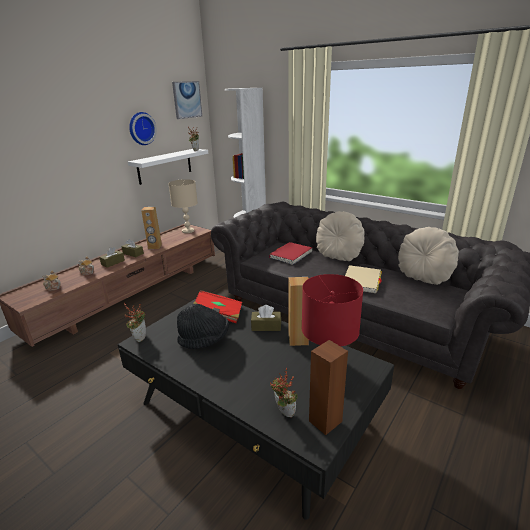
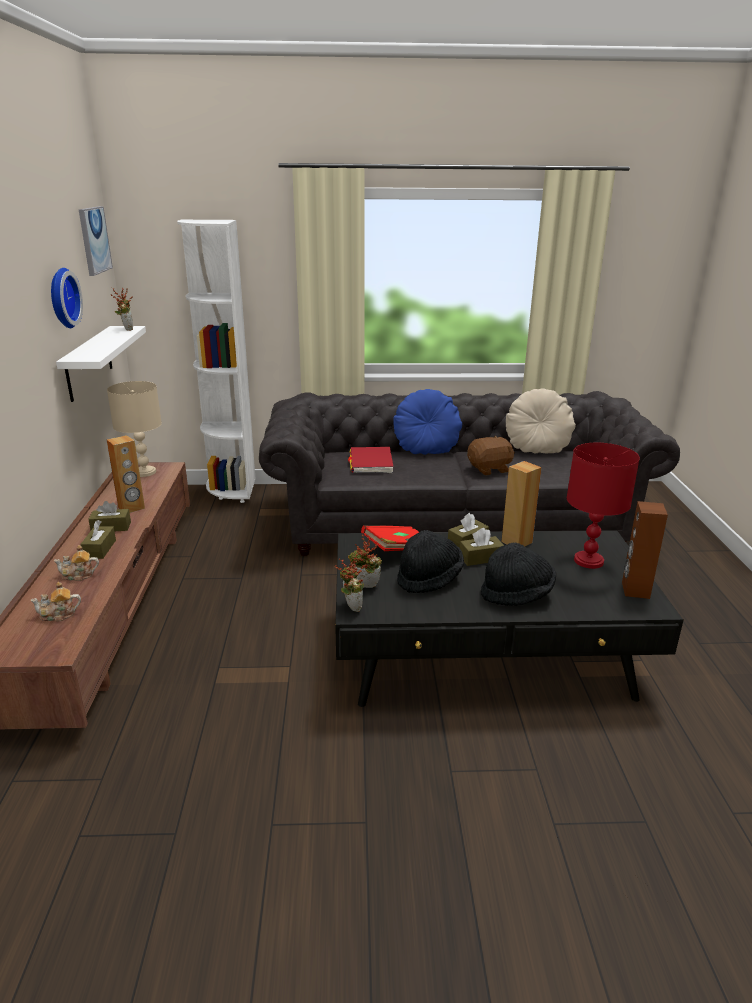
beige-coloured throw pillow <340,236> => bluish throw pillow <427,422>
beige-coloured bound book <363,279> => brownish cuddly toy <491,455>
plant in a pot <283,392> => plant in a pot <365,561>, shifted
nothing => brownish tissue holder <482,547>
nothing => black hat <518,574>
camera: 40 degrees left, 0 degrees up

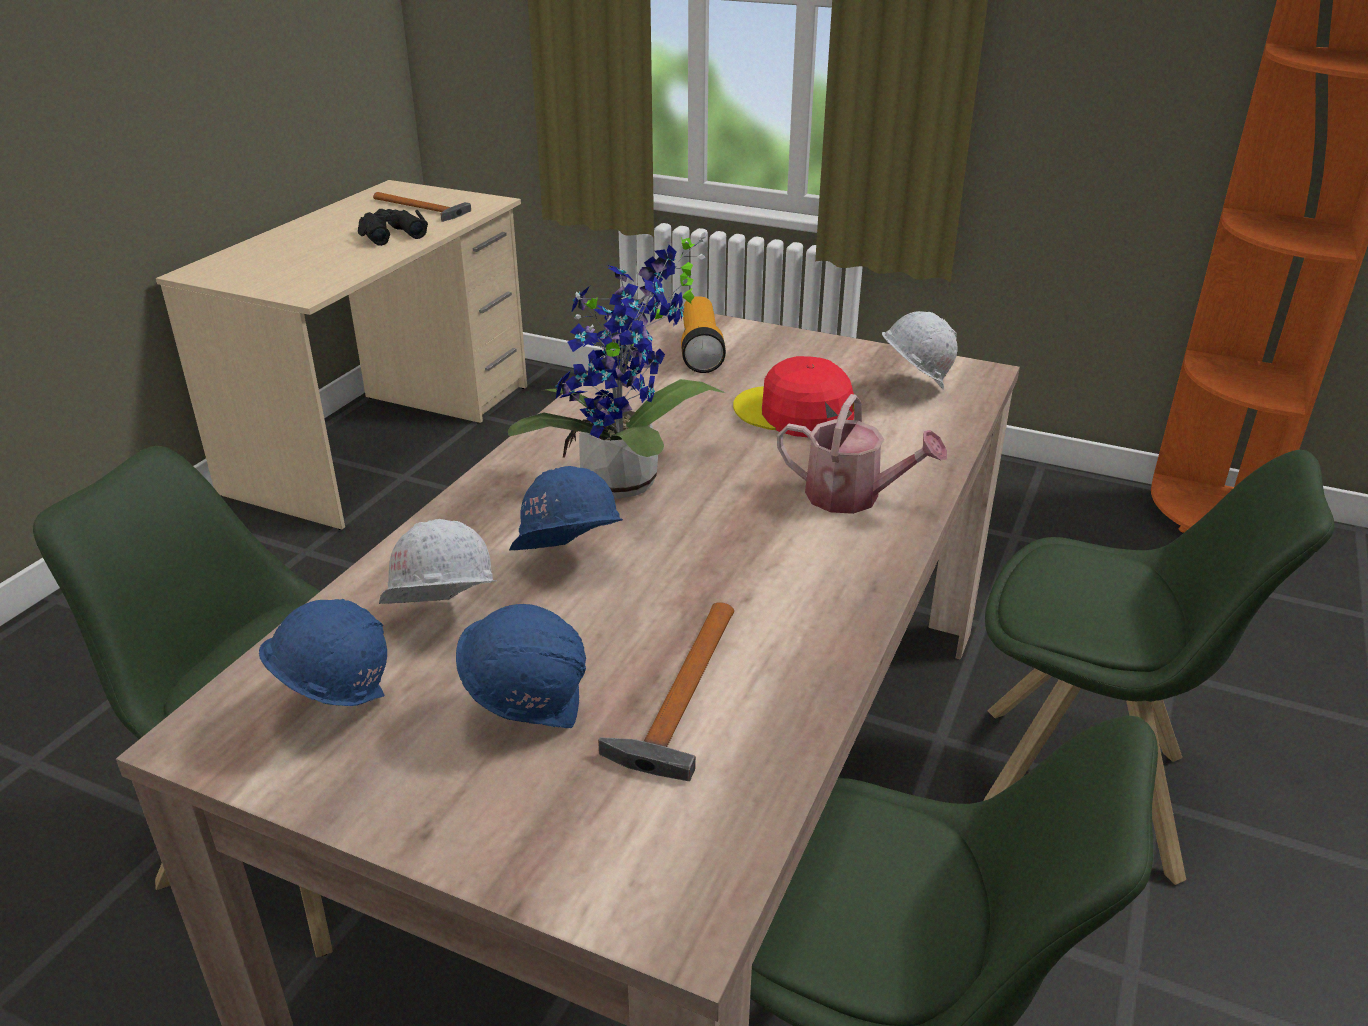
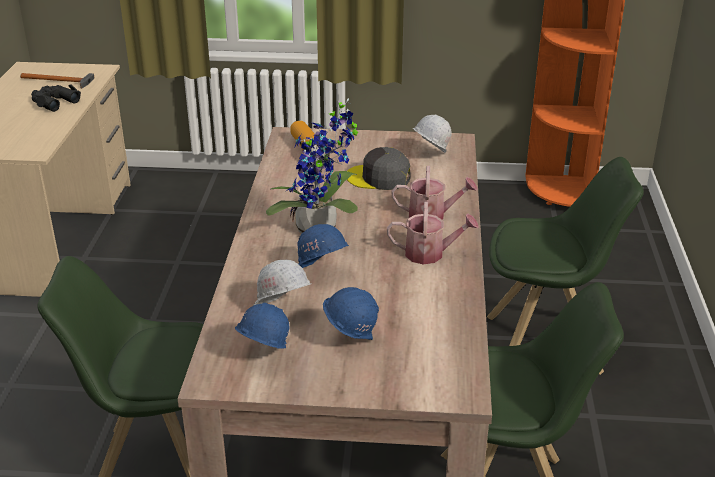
red-coloured cap <793,396> => greyish cap <378,168>
tool hammer <666,691> => nothing
nothing => watering pot <433,233>
camera: 20 degrees left, 0 degrees up

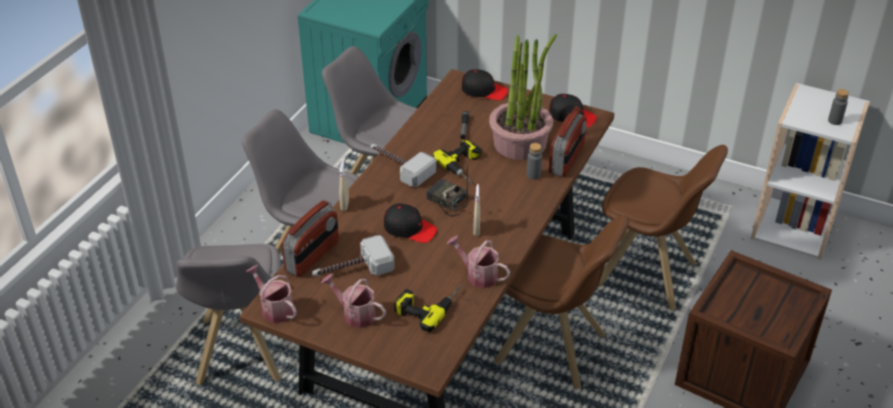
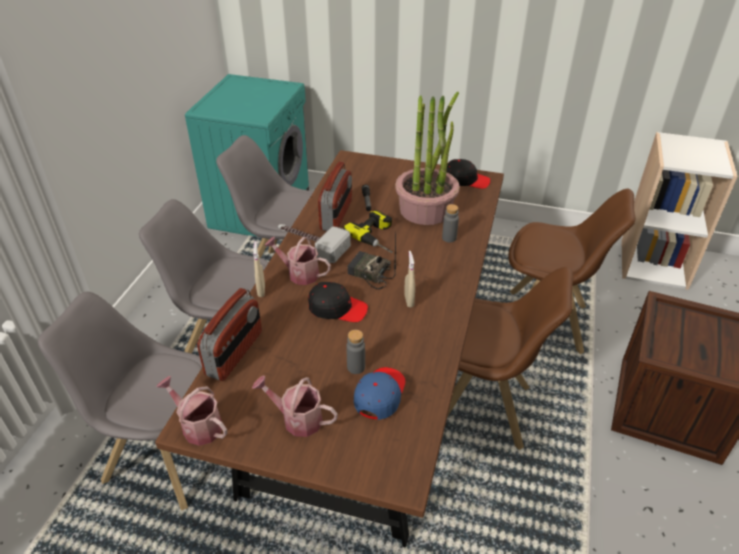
black cap <485,84> => nothing
greyish bottle <838,107> => greyish bottle <355,352>, shifted
radio receiver <568,142> => radio receiver <335,196>, shifted
tool hammer <353,255> => nothing
watering pot <478,262> => watering pot <297,261>, shifted
greyish upright chair <228,314> => greyish upright chair <120,401>, 120 degrees clockwise
electric drill <428,308> => bluish cap <379,393>
camera: 10 degrees left, 0 degrees up

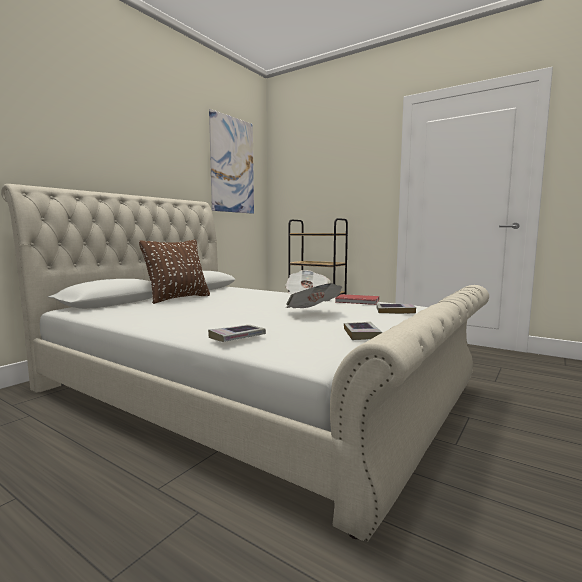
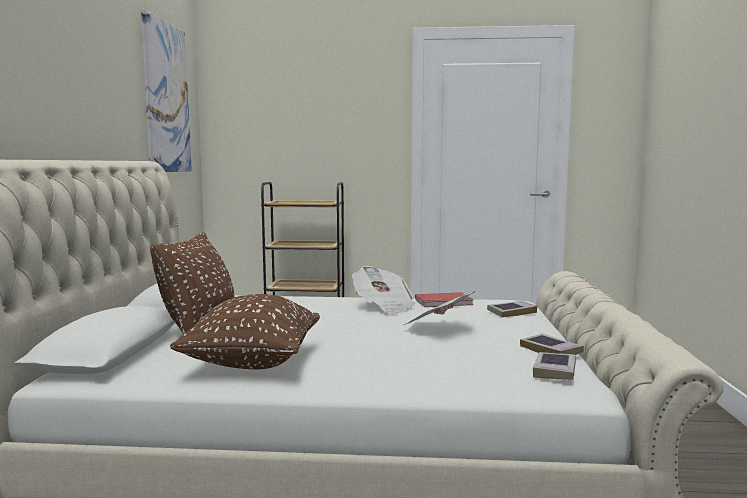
bound book <237,333> => bound book <554,366>, shifted
nothing => brownish throw pillow <245,331>
camera: 30 degrees left, 0 degrees up

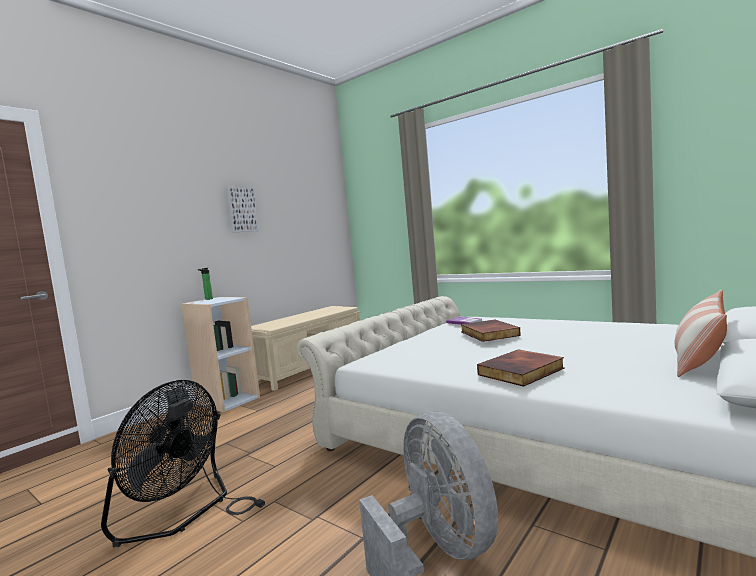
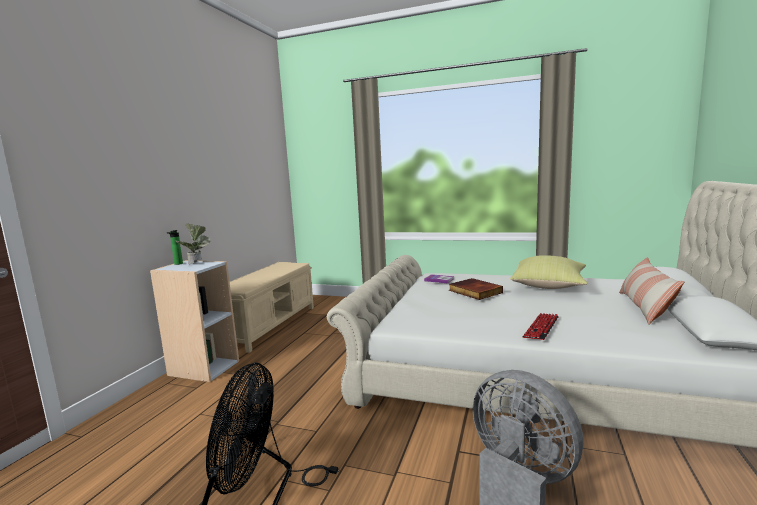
picture <242,210> => nothing
bound book <521,368> => keyboard <540,326>
nothing => plant in a pot <192,243>
nothing => yellow-coloured throw pillow <549,272>
camera: 20 degrees left, 5 degrees up

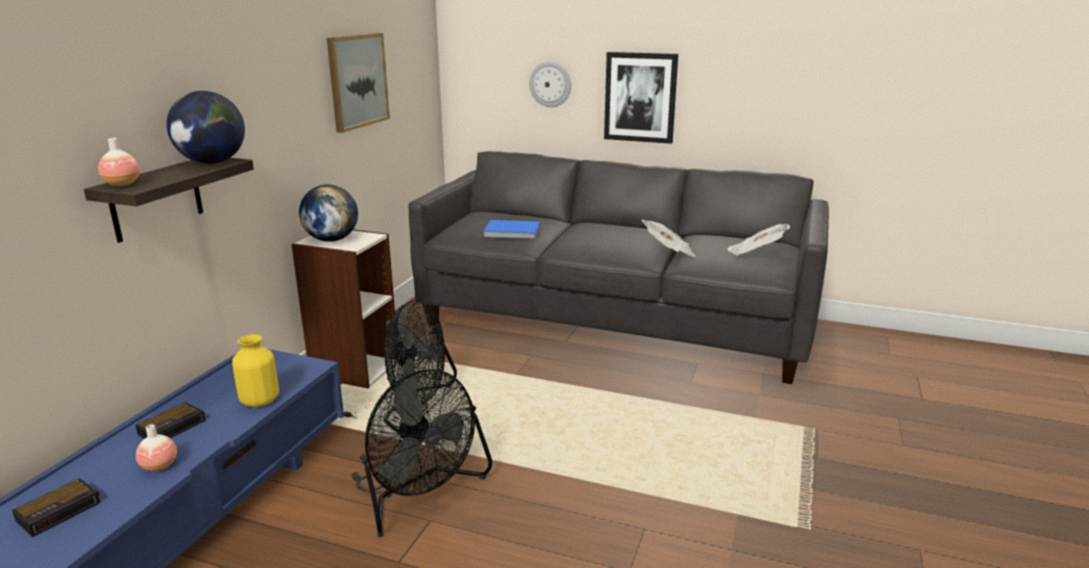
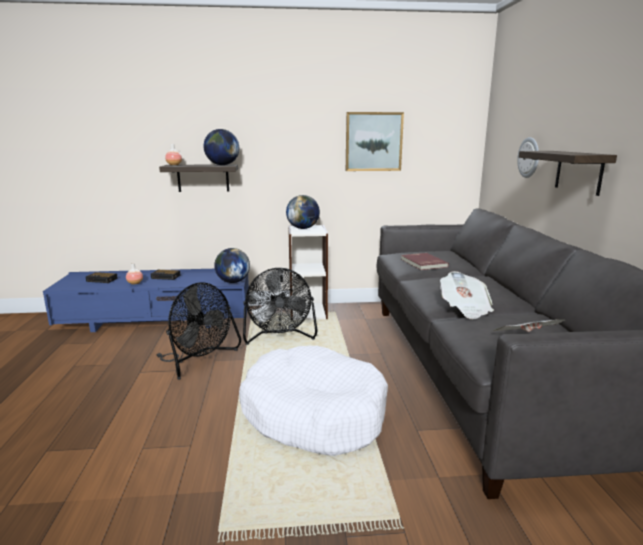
picture <641,98> => wall shelf <568,173>
bluish bound book <512,229> => red-coloured bound book <425,261>
yellow-coloured vase <255,370> => nothing
black cooling fan <421,453> => black cooling fan <199,331>, 75 degrees counterclockwise
nothing => world globe <232,265>
nothing => white pet bed <313,401>
camera: 65 degrees right, 5 degrees down

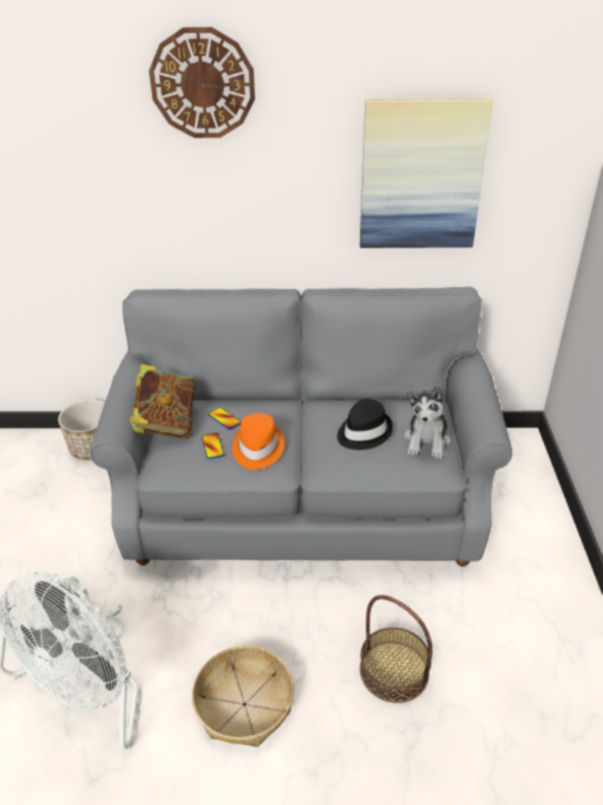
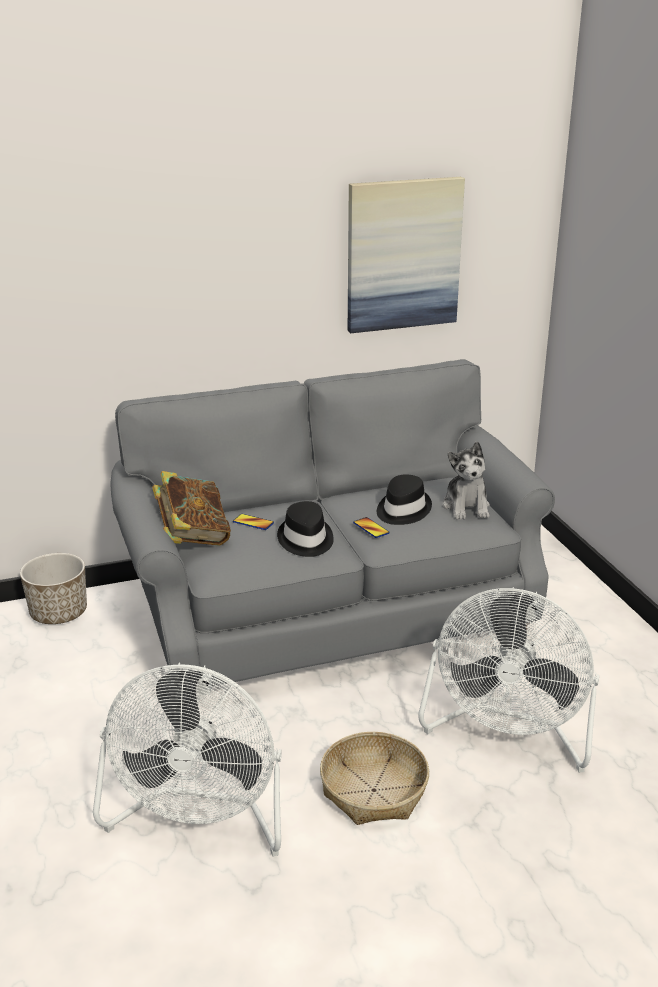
hanging clock <202,82> => nothing
orange-coloured hat <258,441> => black hat <305,529>
handset <213,446> => handset <371,527>, shifted
household basket <396,649> => white cooling fan <508,680>
camera: 20 degrees left, 10 degrees down

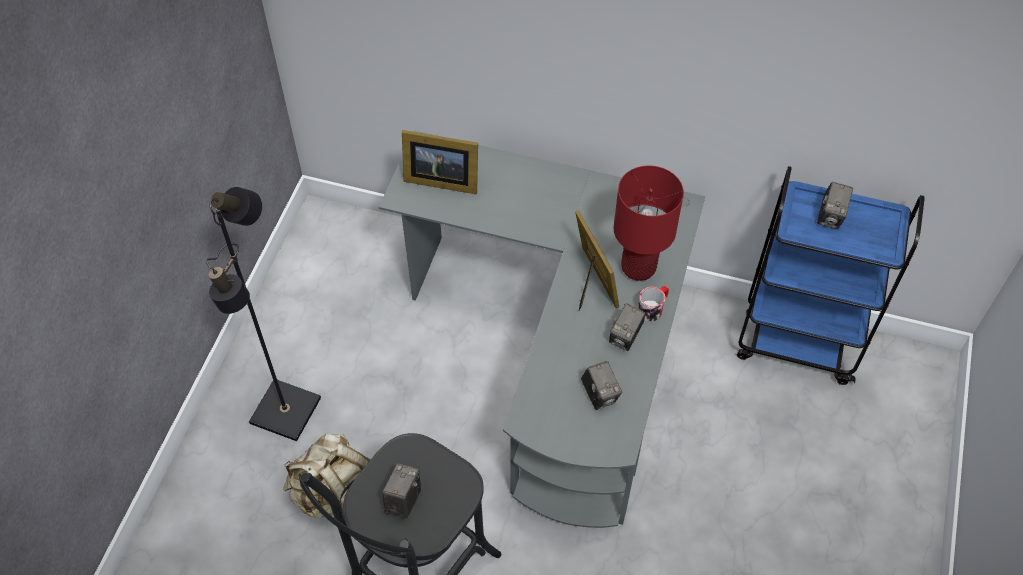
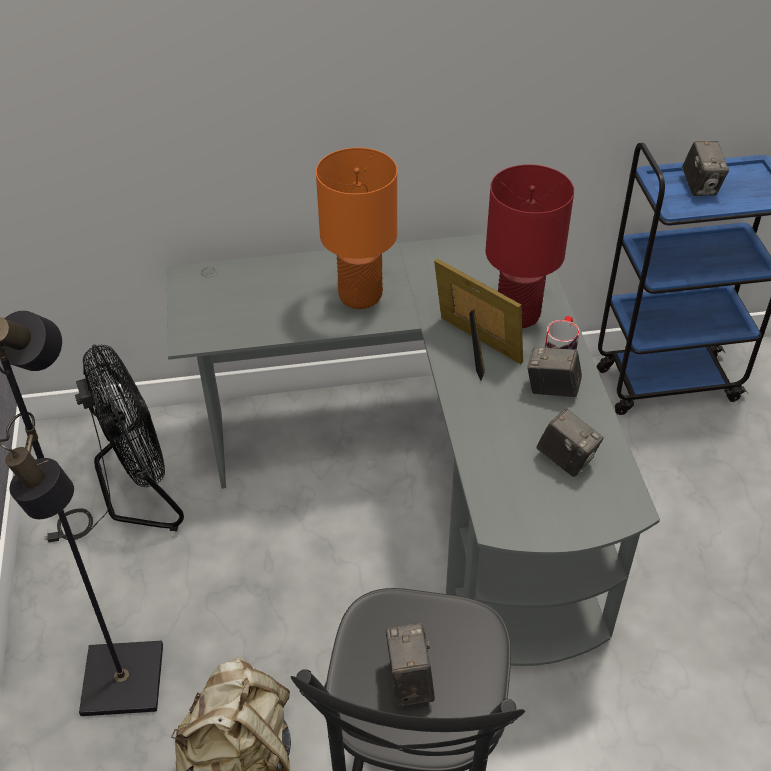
standing frame <440,162> => nothing
photo camera <627,327> => photo camera <554,372>, 105 degrees clockwise
nothing => orange-coloured table lamp <356,228>
nothing => black cooling fan <114,443>
camera: 25 degrees left, 10 degrees down

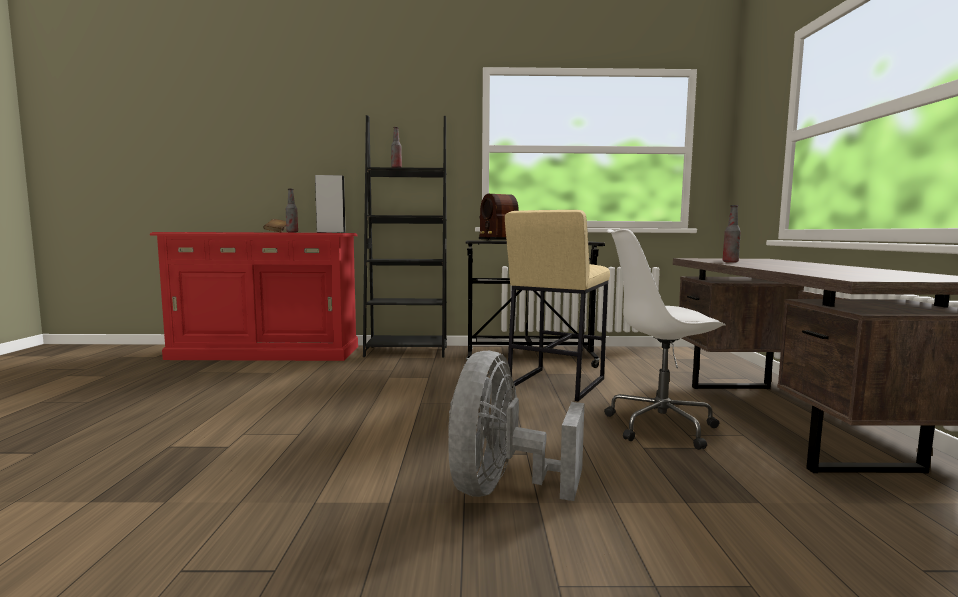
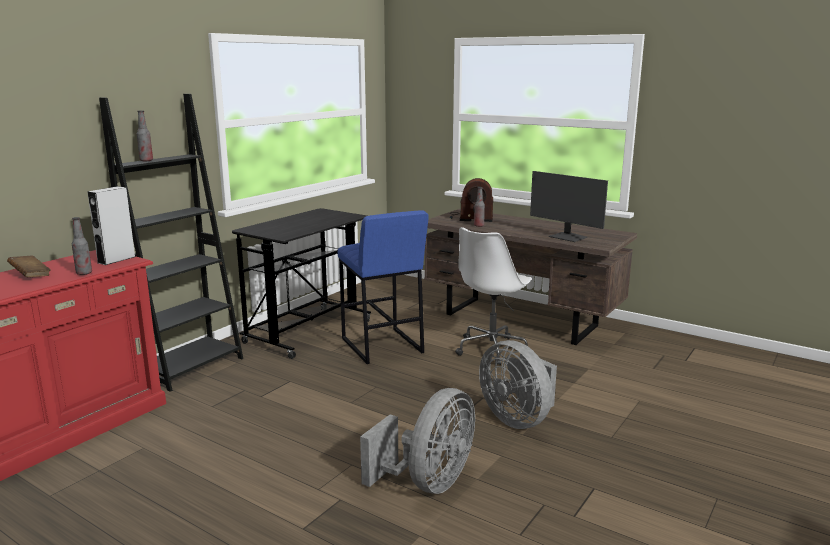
radio receiver <498,217> => radio receiver <471,200>, shifted
beige-coloured stool <557,305> => bluish stool <383,287>
nothing => computer display <569,206>
nothing => greyish cooling fan <417,441>
camera: 55 degrees left, 10 degrees up

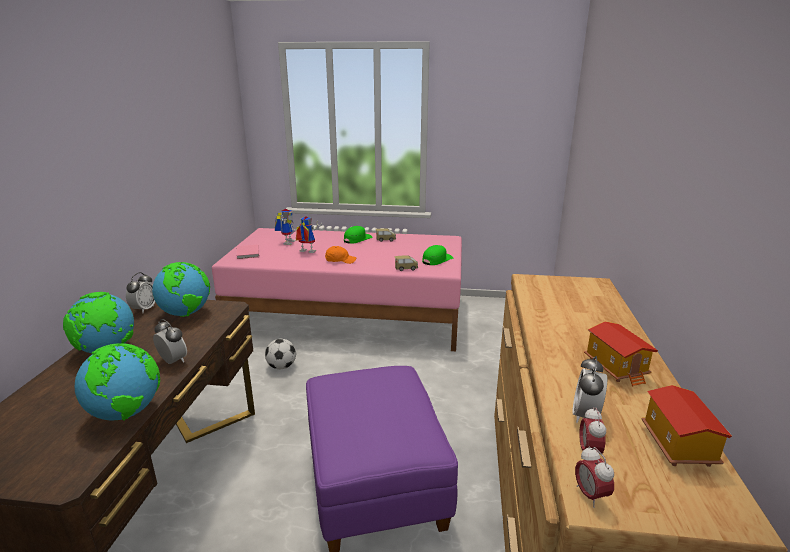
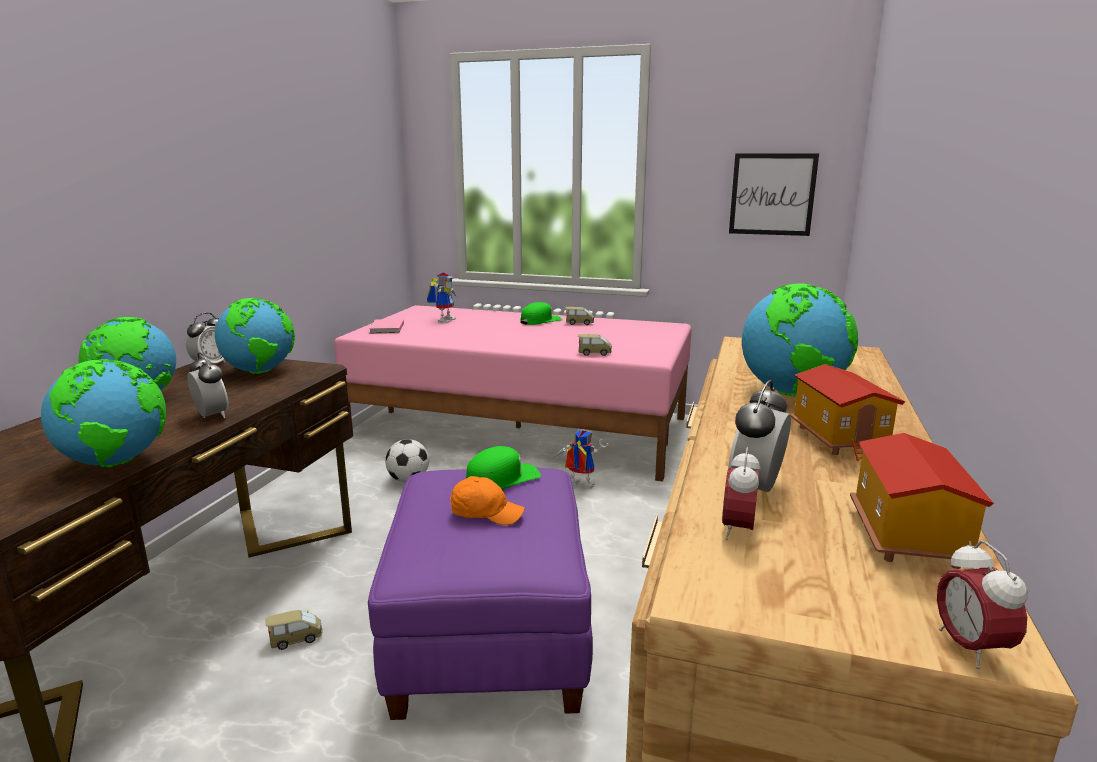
robot figure <305,234> => robot figure <581,459>, shifted
greenish cap <437,255> => greenish cap <503,467>, shifted
orange-coloured cap <341,255> => orange-coloured cap <487,500>, shifted
alarm clock <594,477> => alarm clock <982,604>, shifted
nothing => picture <774,194>
nothing => world globe <800,340>
nothing => model car <294,630>
camera: 10 degrees right, 5 degrees down

